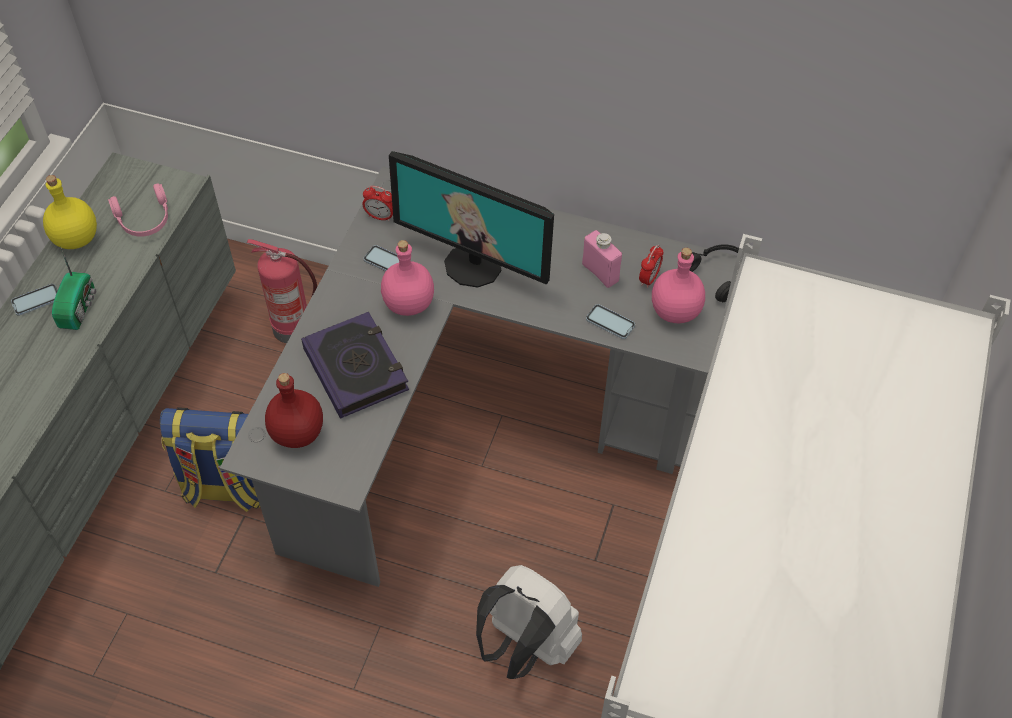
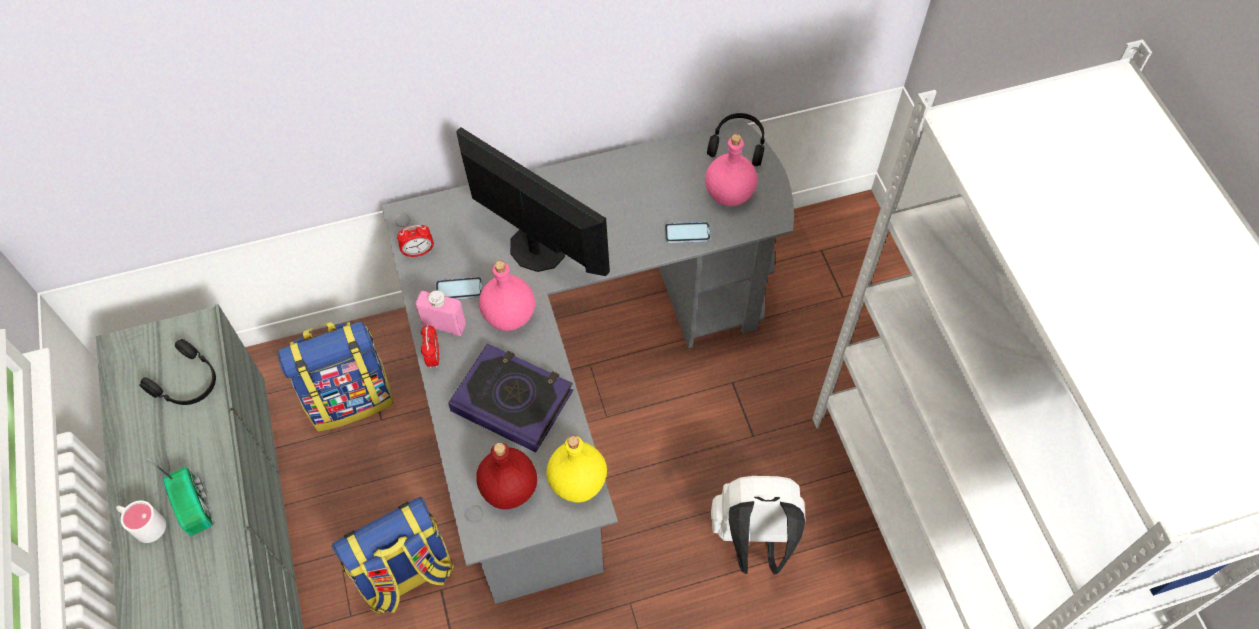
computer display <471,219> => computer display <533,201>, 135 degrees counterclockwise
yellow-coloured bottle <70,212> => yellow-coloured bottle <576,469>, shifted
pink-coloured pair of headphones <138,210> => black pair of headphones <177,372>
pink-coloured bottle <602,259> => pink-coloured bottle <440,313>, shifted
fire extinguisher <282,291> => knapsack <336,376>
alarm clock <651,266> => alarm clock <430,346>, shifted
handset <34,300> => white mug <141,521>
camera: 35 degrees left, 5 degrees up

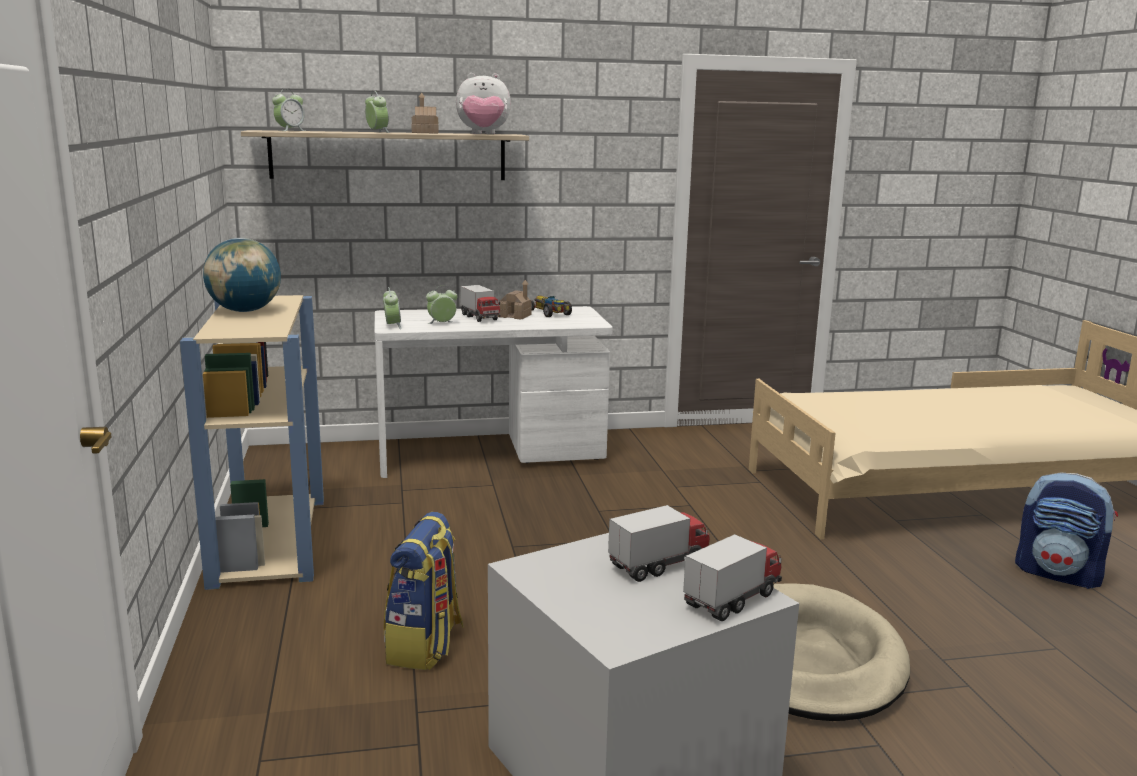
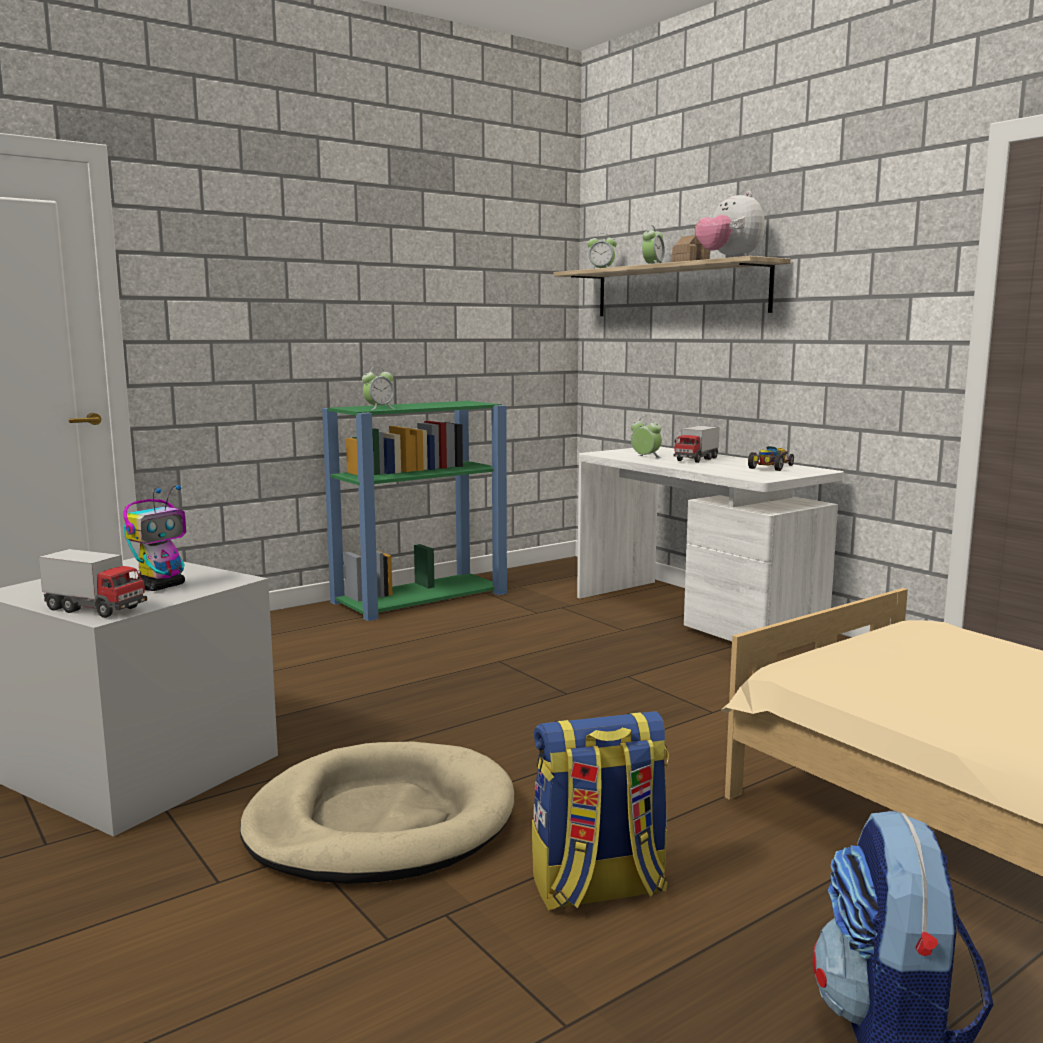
world globe <242,275> => nothing
model house <515,300> => nothing
alarm clock <392,308> => alarm clock <378,388>, shifted
beige-coloured bookshelf <252,442> => greenish bookshelf <414,511>
model truck <659,543> => robot figure <154,538>
knapsack <424,591> => knapsack <600,811>, shifted
camera: 65 degrees right, 5 degrees down

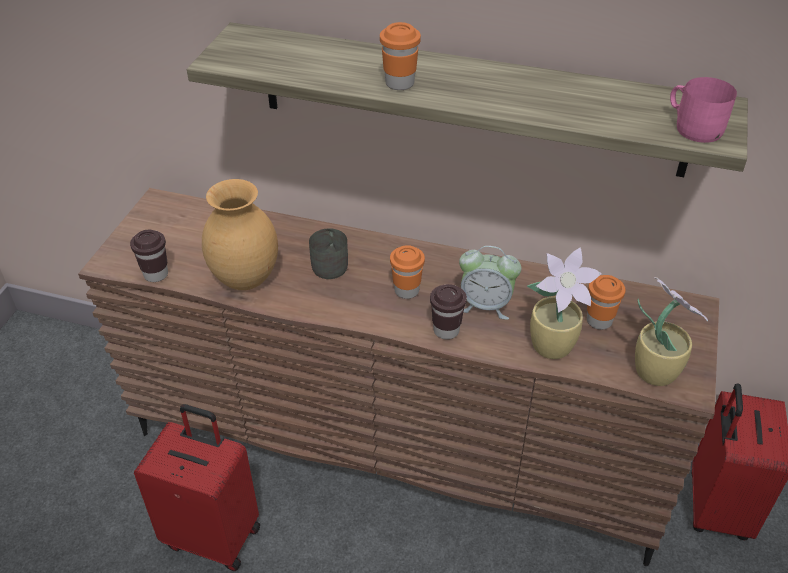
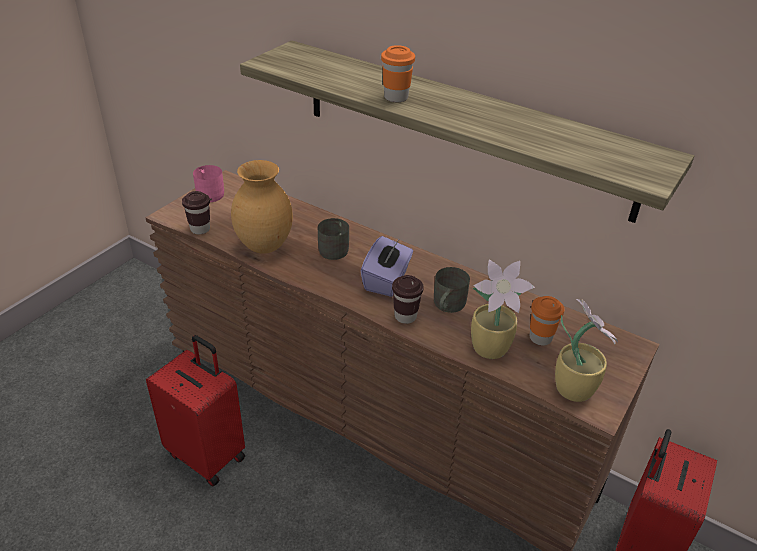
pink-coloured mug <703,110> => pink-coloured mug <208,183>, shifted
orange-coloured cup <407,272> => purple tissue holder <387,266>
alarm clock <490,283> => greyish mug <452,290>
camera: 15 degrees right, 5 degrees down

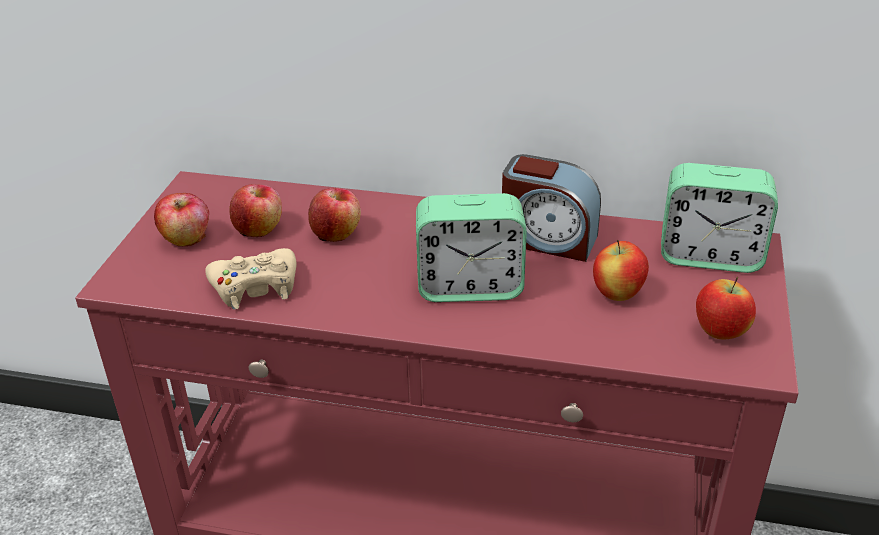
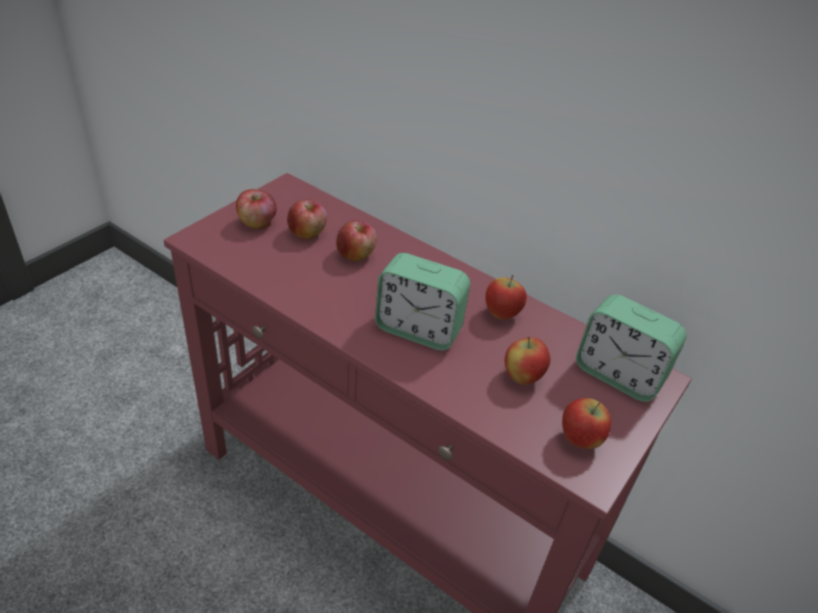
alarm clock <551,208> => apple fruit <506,297>
beige-coloured gamepad <251,278> => nothing
camera: 20 degrees right, 5 degrees up

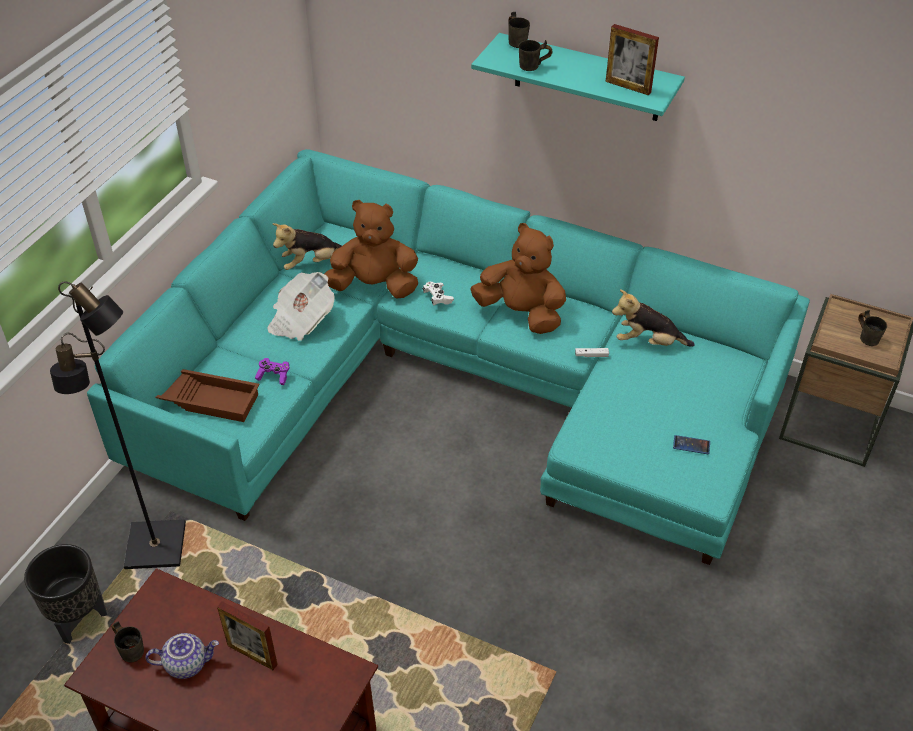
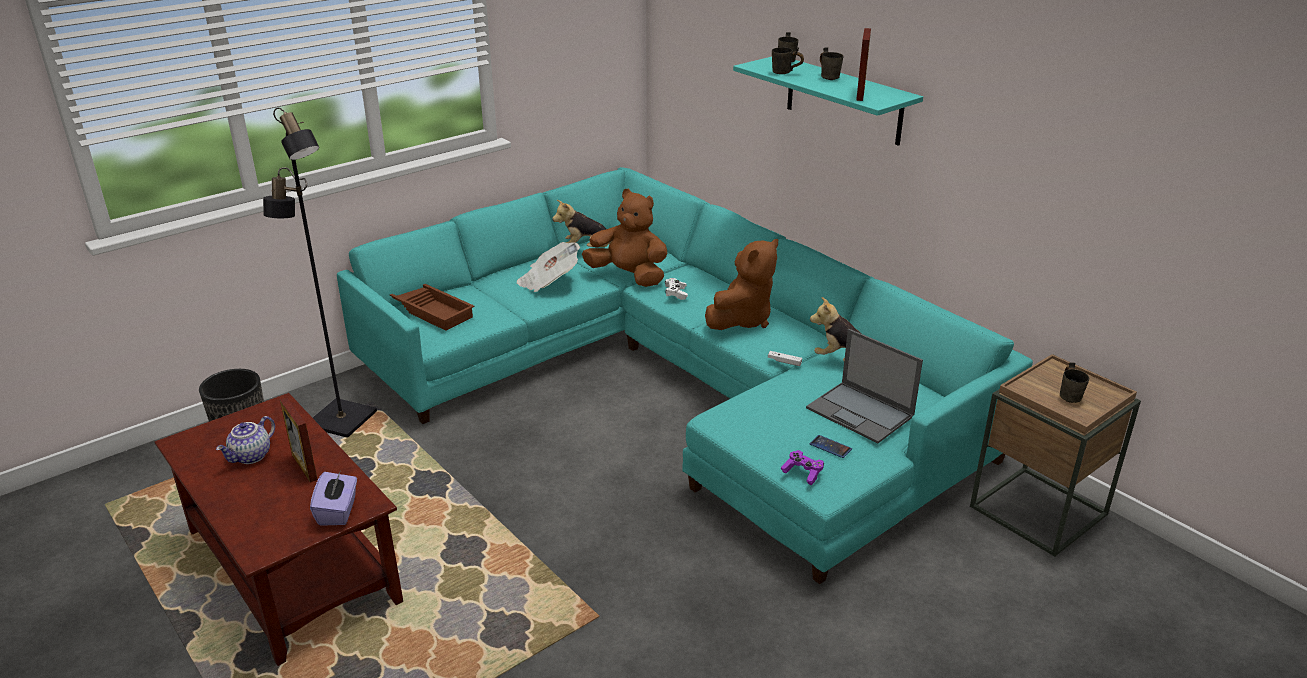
standing frame <632,59> => standing frame <863,64>, 135 degrees counterclockwise
brownish cuddly toy <518,278> => brownish cuddly toy <741,284>, 75 degrees clockwise
purple gamepad <272,371> => purple gamepad <802,467>, shifted
greyish mug <128,641> => greyish mug <831,63>, shifted
tea pot <182,656> => tea pot <245,440>, 105 degrees clockwise
nothing => notebook computer <864,386>
nothing => purple tissue holder <333,499>
camera: 25 degrees right, 15 degrees down

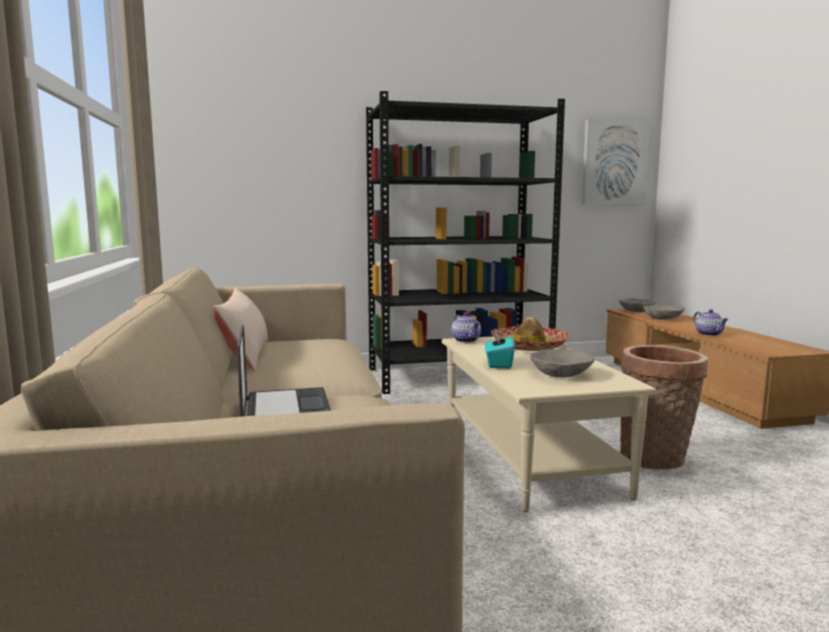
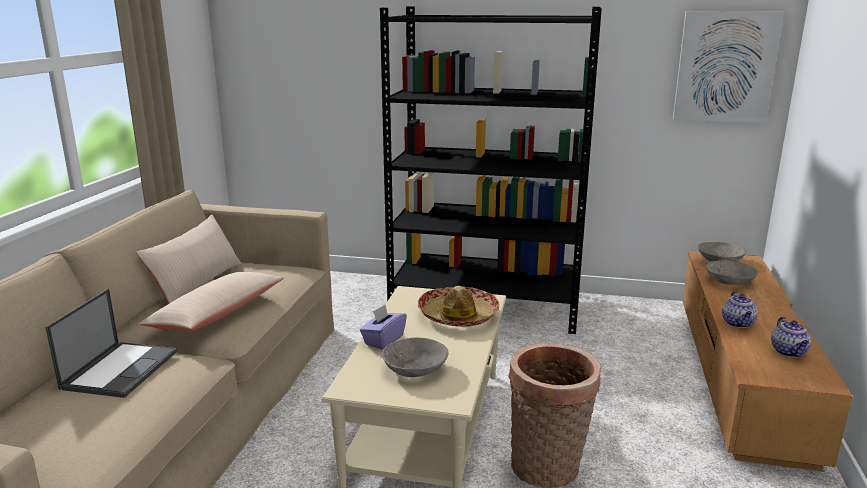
tea pot <466,327> => tea pot <791,337>, shifted
blue-green tissue holder <500,349> => purple tissue holder <383,327>
nothing => beige-coloured throw pillow <211,302>
camera: 25 degrees right, 10 degrees up

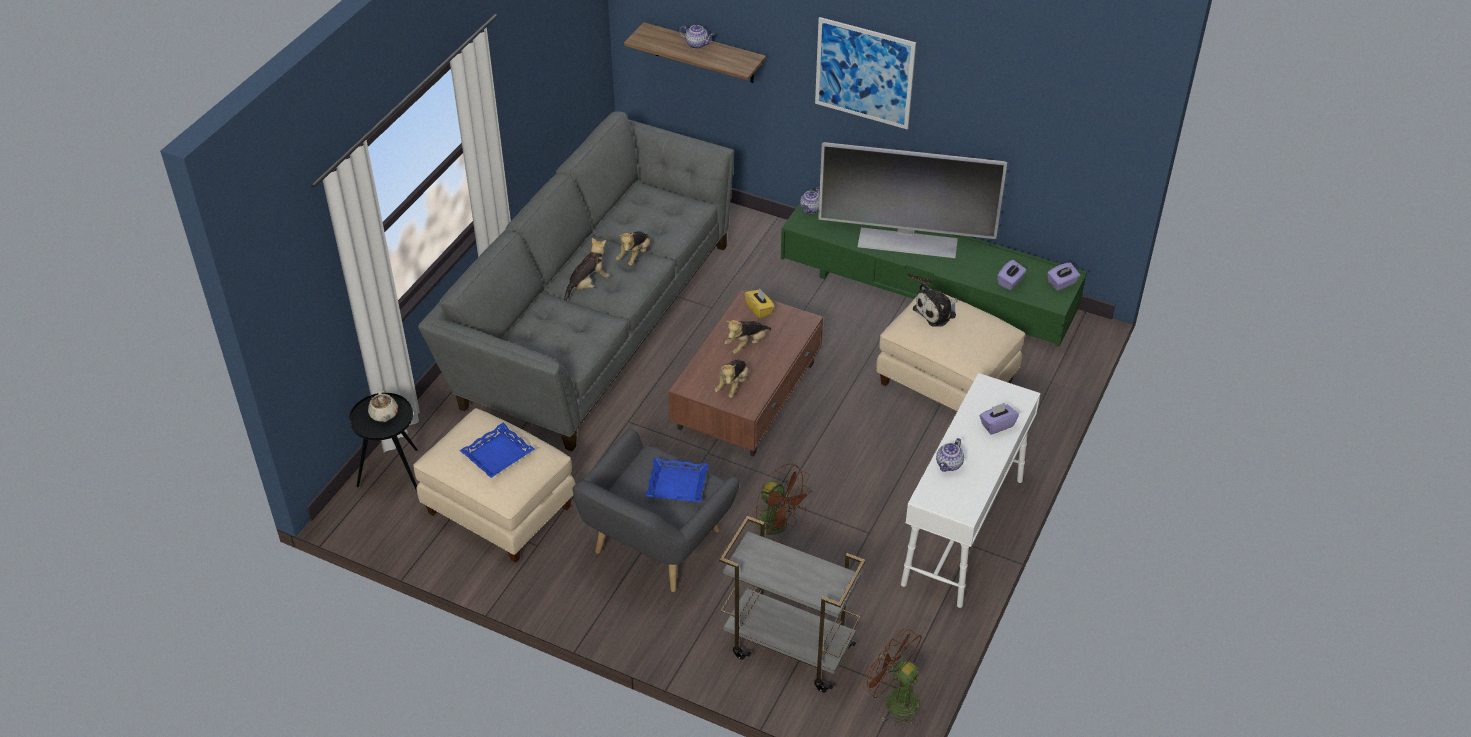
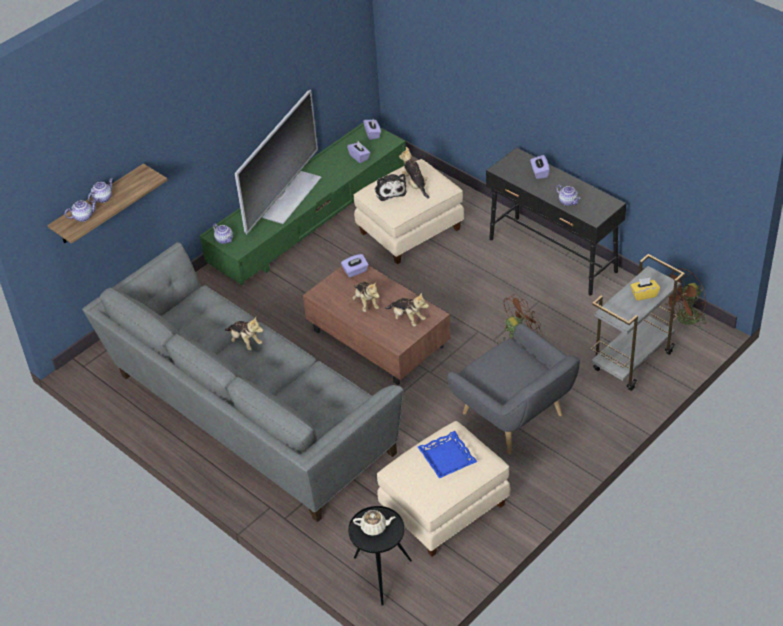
picture <865,73> => nothing
cuddly toy <587,269> => cuddly toy <414,173>, shifted
yellow-coloured tissue holder <760,303> => yellow-coloured tissue holder <645,289>, shifted
white narrow table <971,490> => black narrow table <556,222>
bluish serving tray <677,480> => nothing
nothing => tea pot <81,211>
nothing => purple tissue holder <355,265>
camera: 70 degrees left, 0 degrees up

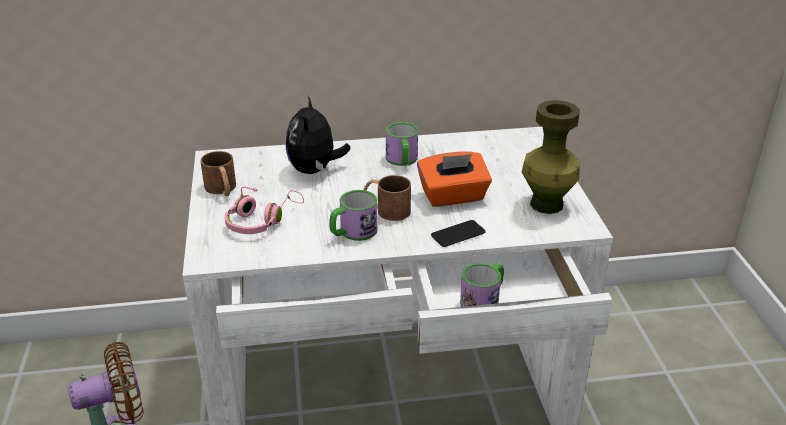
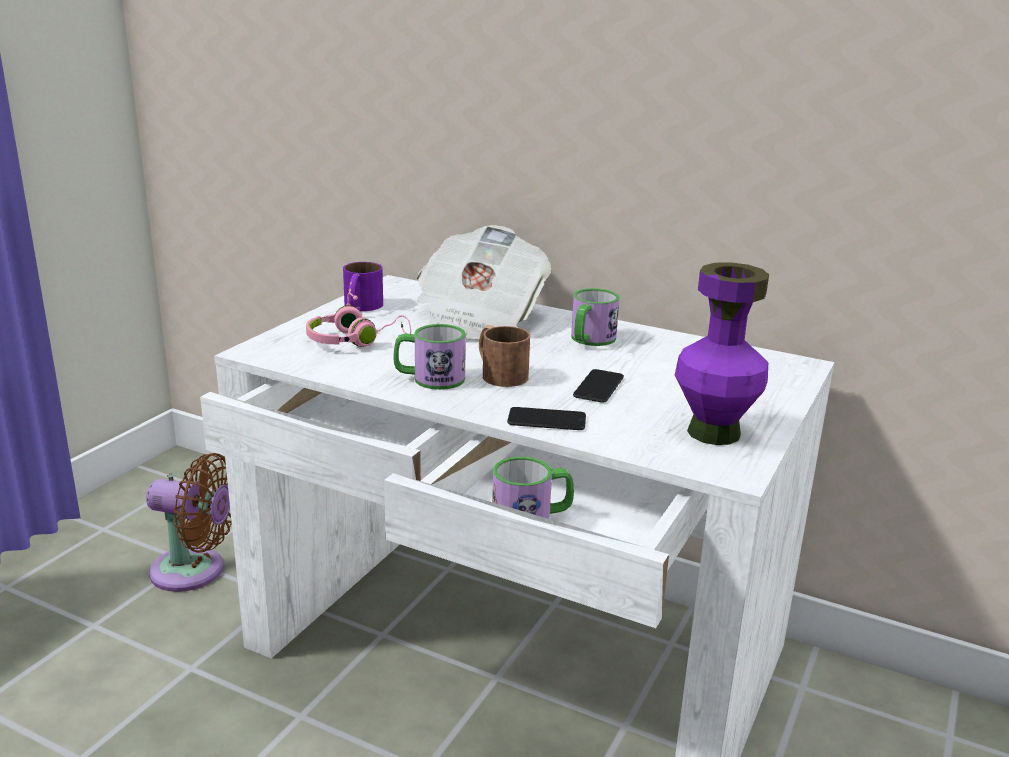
cuddly toy <318,135> => daily paper <484,282>
greenish vase <551,157> => purple vase <722,353>
brownish mug <218,173> => purple mug <363,286>
orange-coloured tissue holder <454,179> => handset <598,386>
camera: 35 degrees right, 10 degrees down

